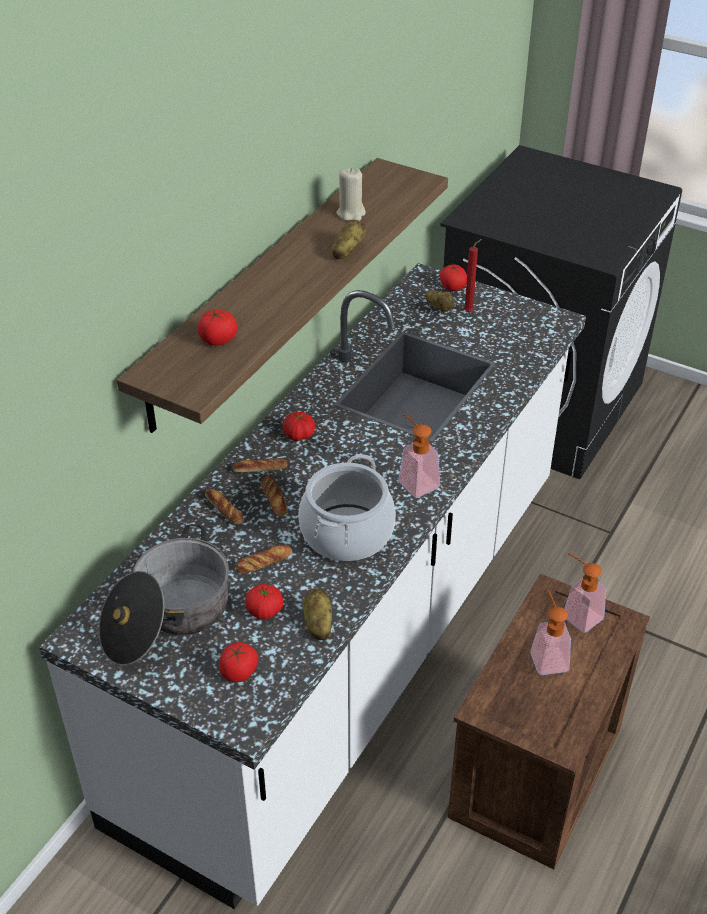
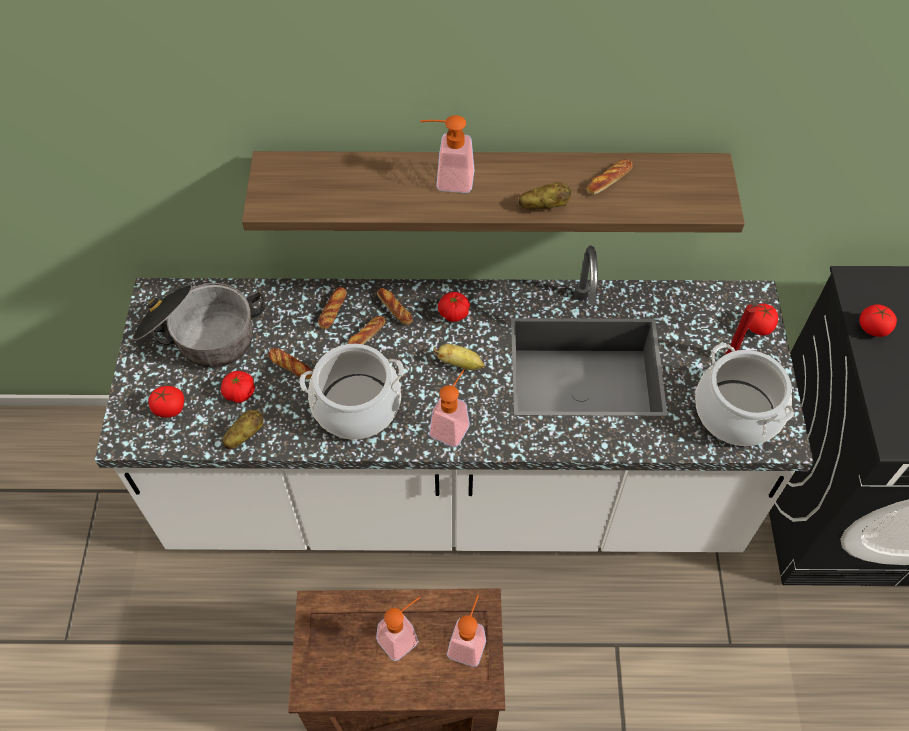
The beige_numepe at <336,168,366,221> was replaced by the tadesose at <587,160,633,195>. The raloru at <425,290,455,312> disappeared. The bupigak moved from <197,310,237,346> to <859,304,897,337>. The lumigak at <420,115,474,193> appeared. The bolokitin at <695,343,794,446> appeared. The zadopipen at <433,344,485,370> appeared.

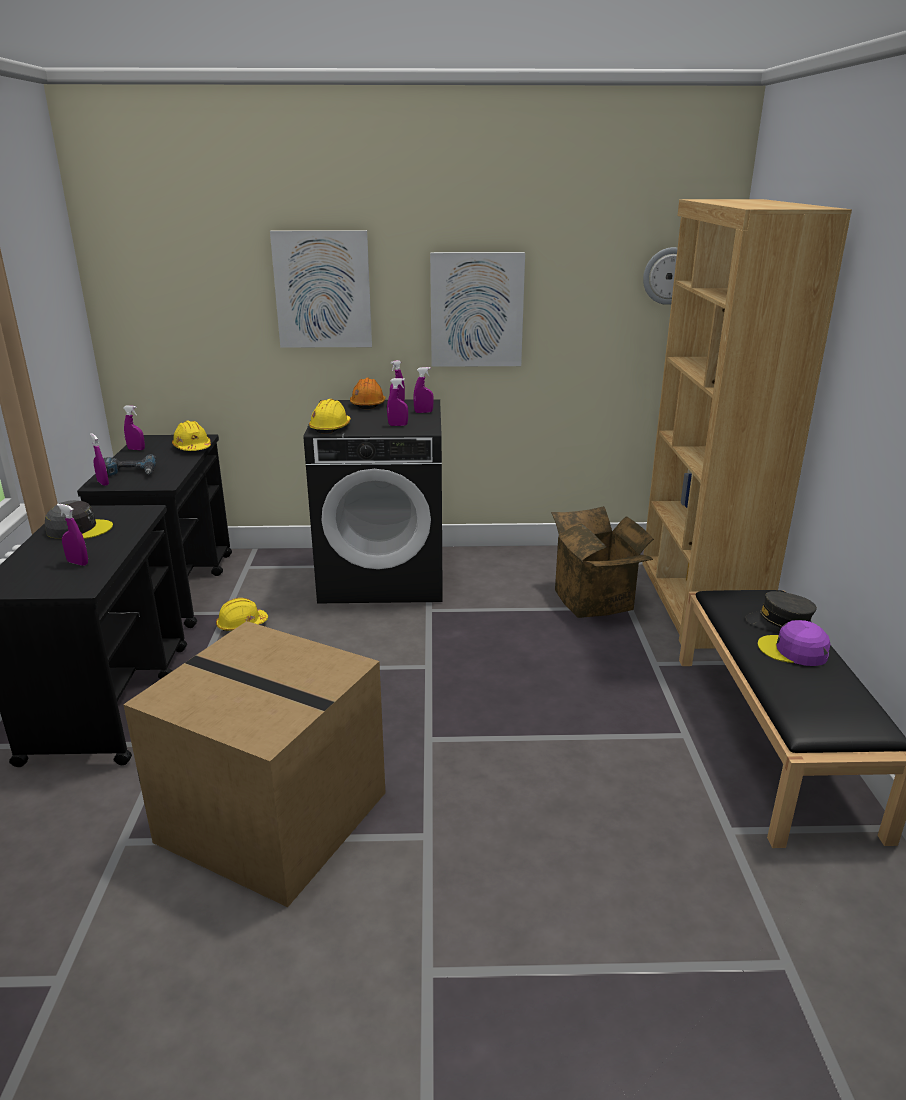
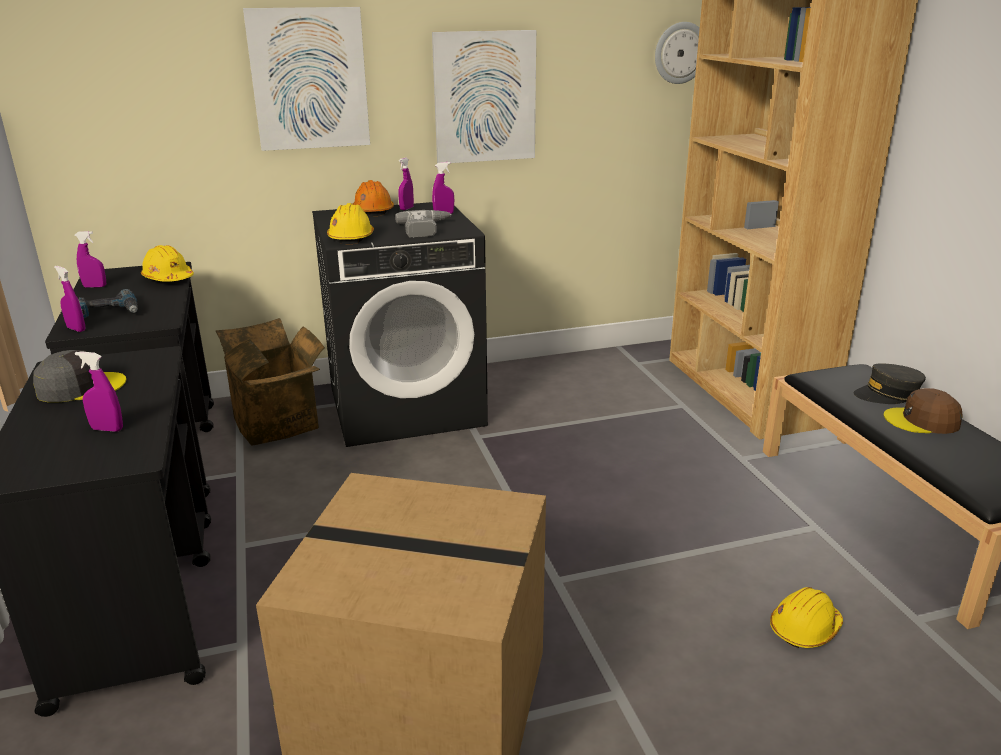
The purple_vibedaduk at <387,378,408,426> was replaced by the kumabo at <395,210,452,238>. The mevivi moved from <551,506,654,618> to <216,318,325,445>. The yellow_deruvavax moved from <216,598,268,631> to <770,587,843,648>. The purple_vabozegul at <758,620,830,666> became the brown_vabozegul at <884,388,963,434>.

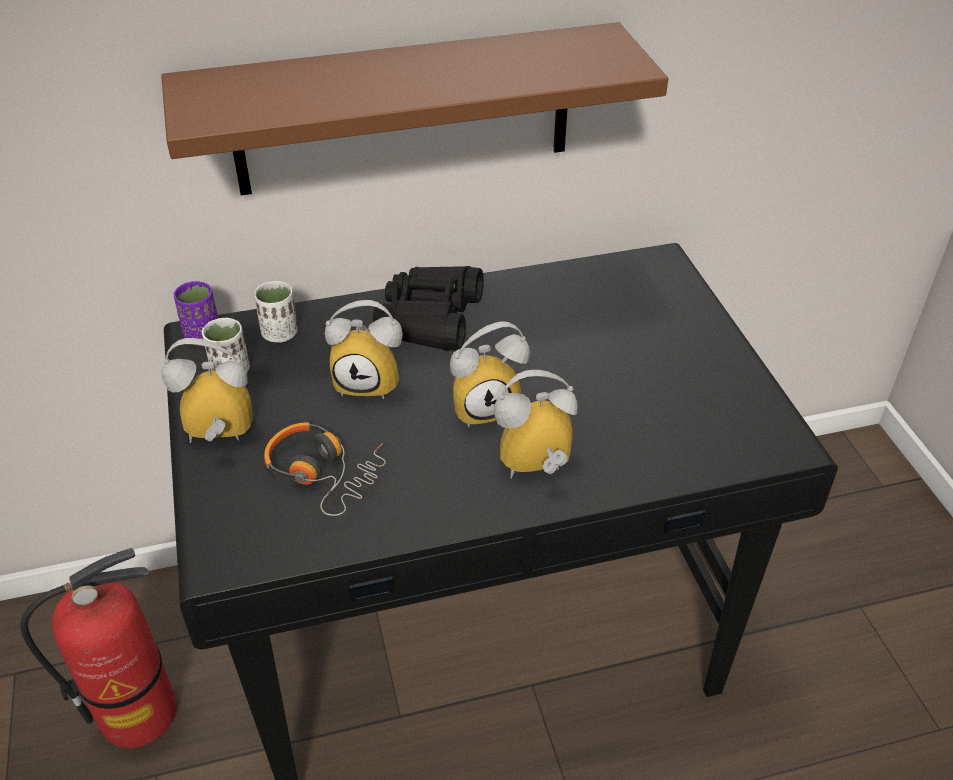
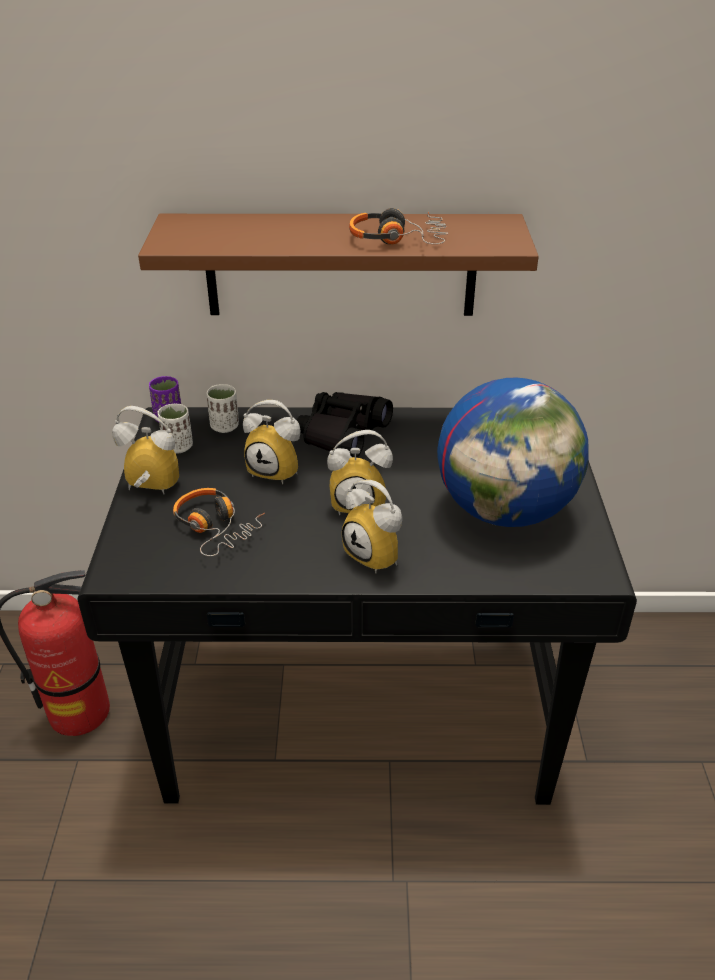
The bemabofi at <494,370,578,479> turned 135 degrees counterclockwise. The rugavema at <349,208,448,245> appeared. The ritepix at <437,377,589,527> appeared.

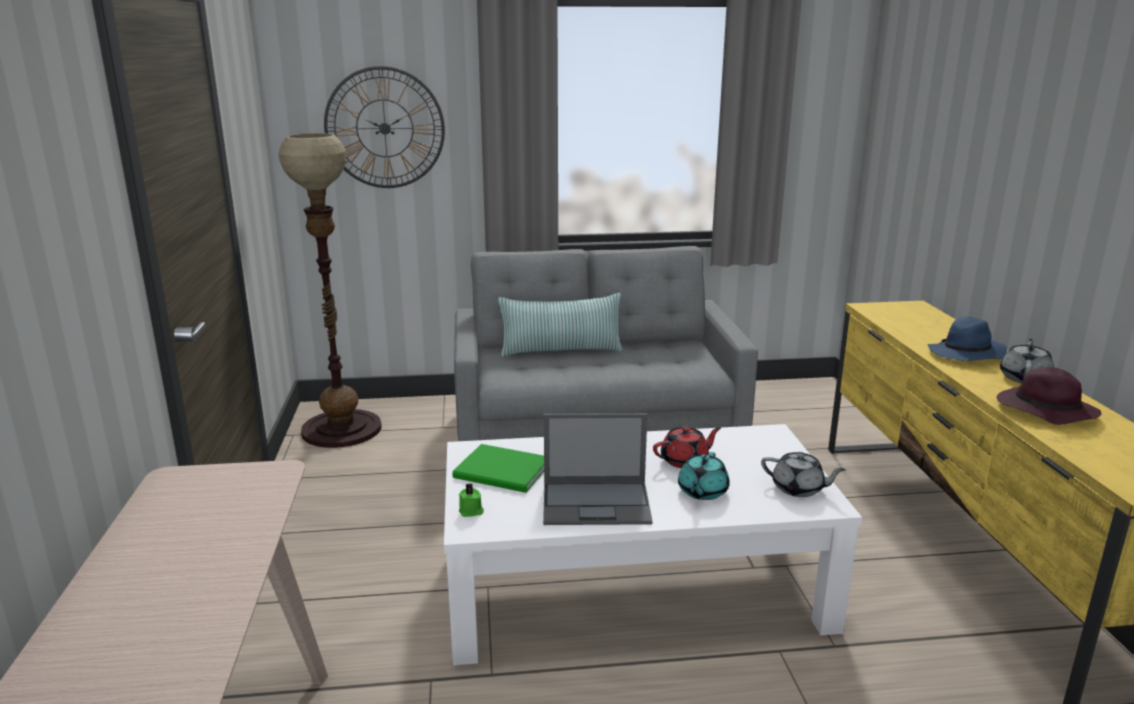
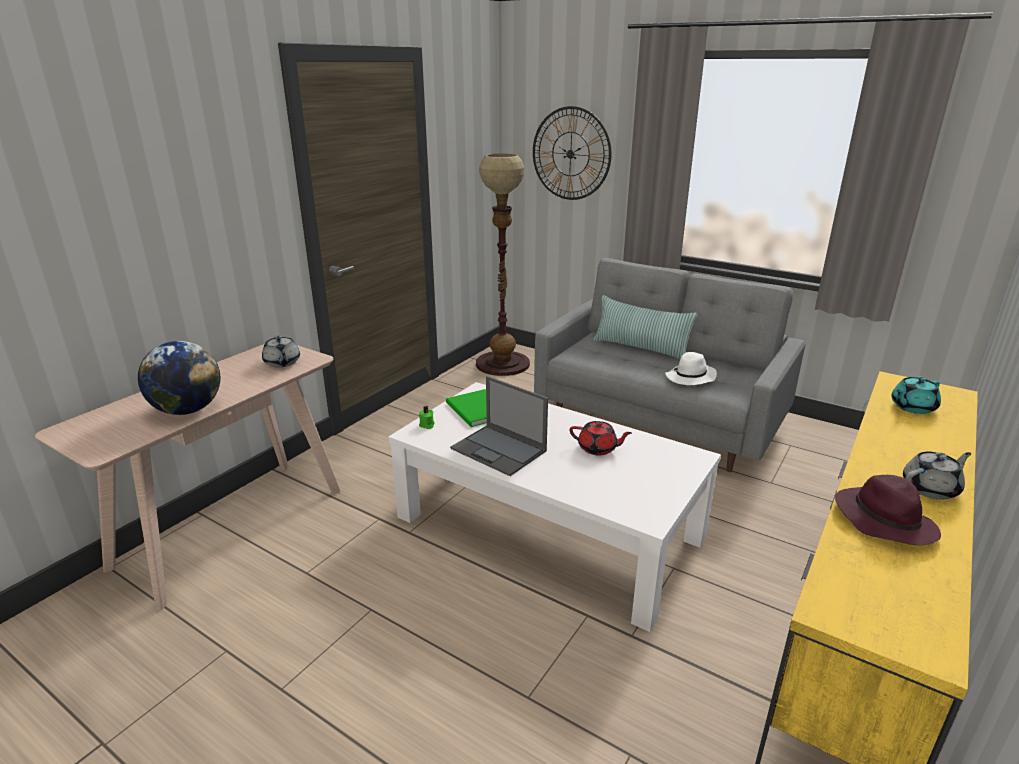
The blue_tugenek at <928,317,1007,361> disappeared. The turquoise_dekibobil moved from <678,452,730,500> to <891,376,941,414>. The grey_dekibobil moved from <761,452,846,497> to <262,336,300,367>. The ritepix at <138,341,220,415> appeared. The white_tugenek at <665,352,717,385> appeared.

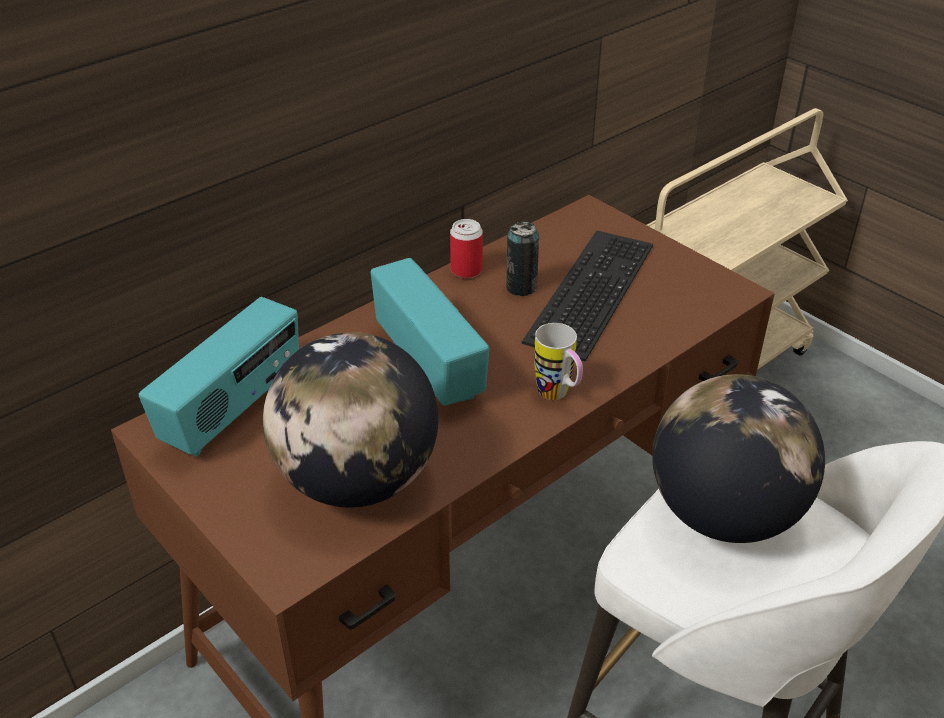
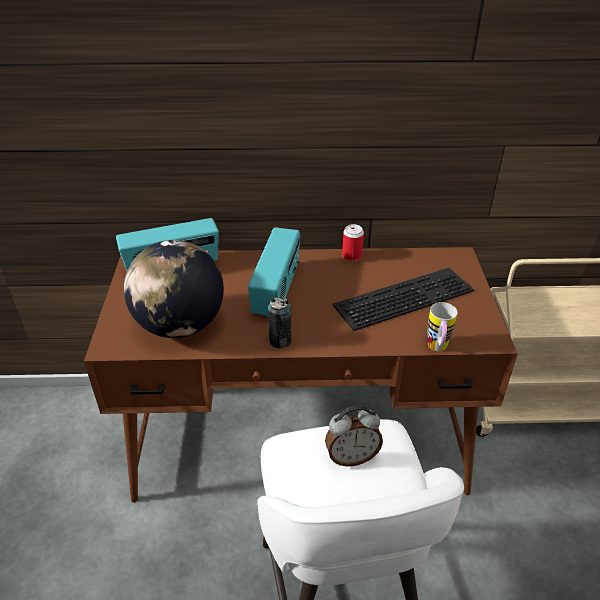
The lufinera moved from <506,222,540,296> to <268,297,292,349>. The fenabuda moved from <534,323,583,400> to <427,302,458,351>. The ritepix at <652,374,825,543> was replaced by the bemabofi at <325,406,383,467>.

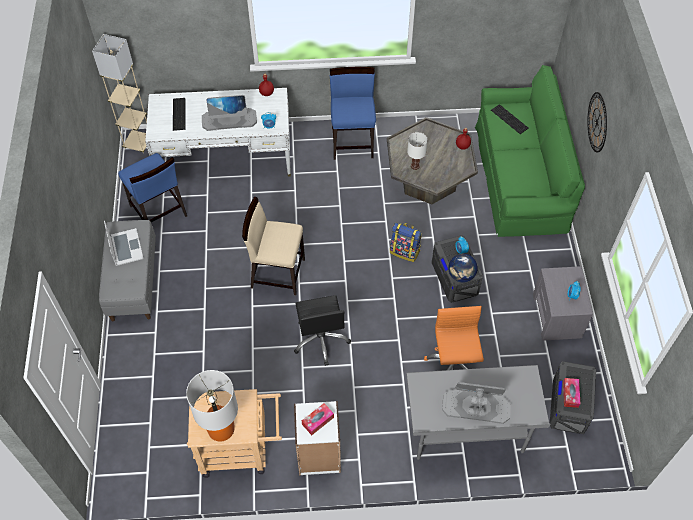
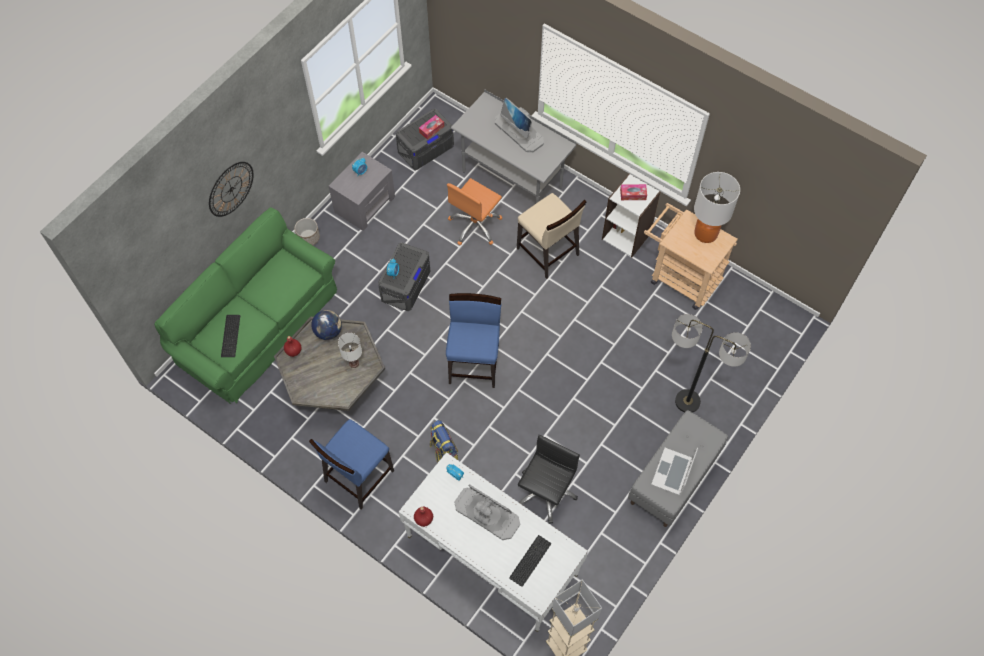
The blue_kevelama moved from <118,153,187,222> to <446,293,501,388>. The beige_kevelama moved from <242,197,305,295> to <517,193,587,279>. The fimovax moved from <390,223,422,262> to <430,420,458,463>. The ritepix moved from <448,254,478,283> to <311,310,342,340>. The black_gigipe moved from <294,295,351,366> to <518,435,580,524>. The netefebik at <294,218,320,245> appeared. The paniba at <672,314,751,413> appeared.

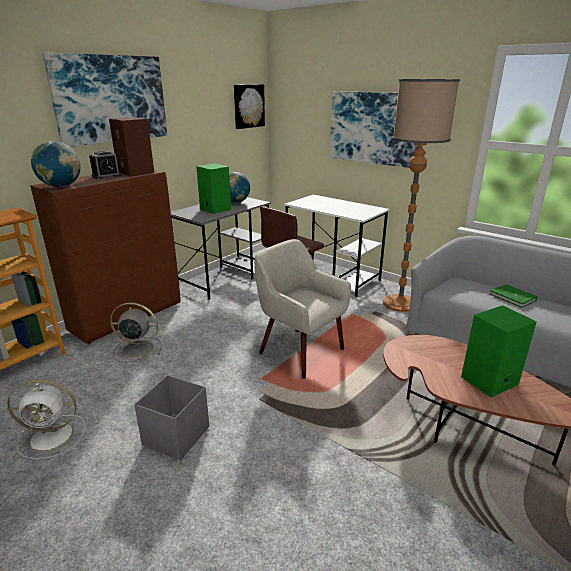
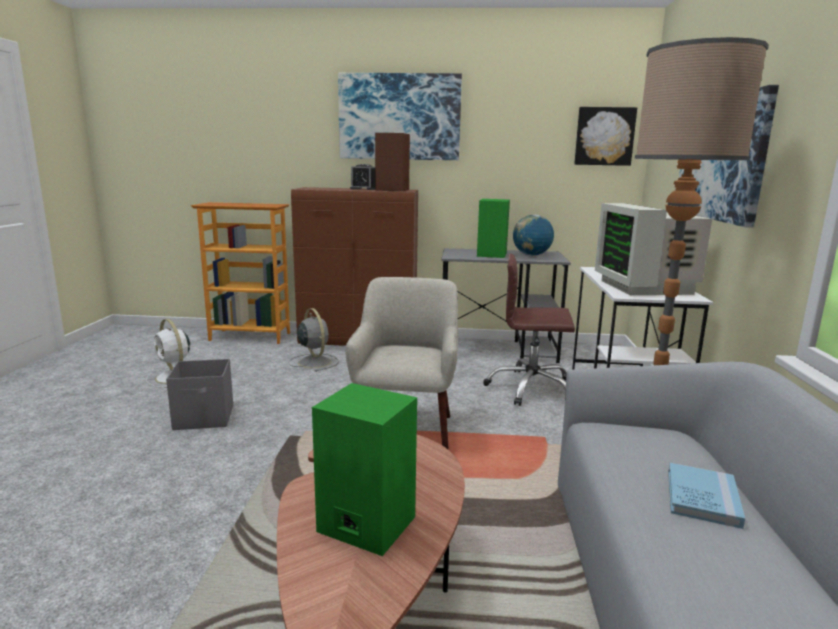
The ritepix at <31,141,81,187> disappeared. The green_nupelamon at <490,284,538,308> became the blue_nupelamon at <668,463,745,529>. The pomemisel at <595,203,712,295> appeared.

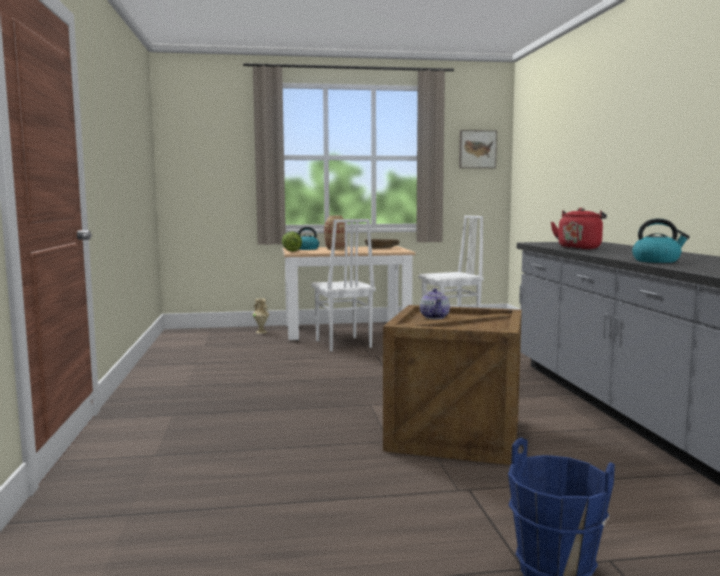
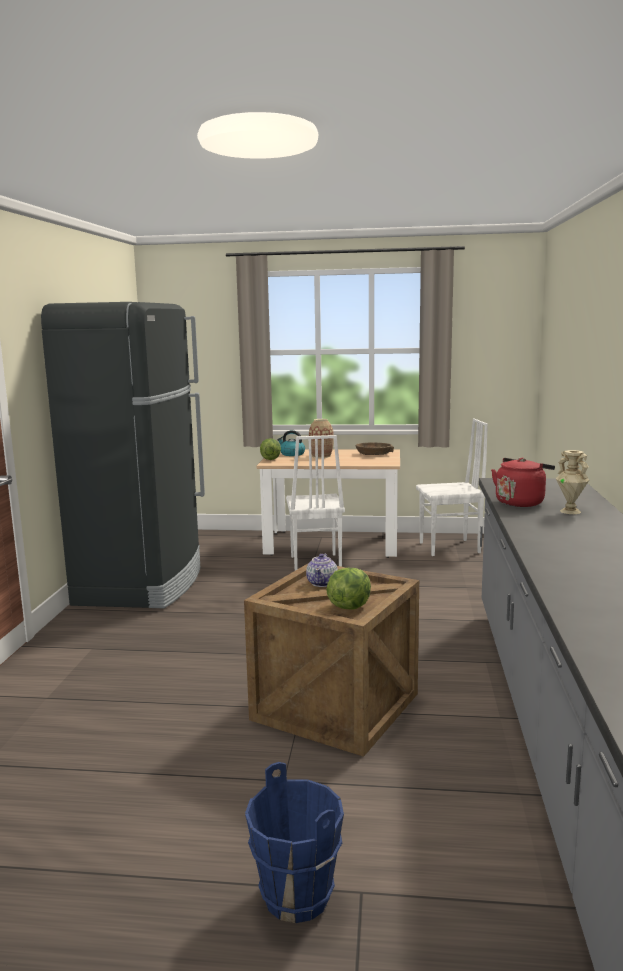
The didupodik at <459,130,497,168> disappeared. The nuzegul at <632,219,690,263> disappeared. The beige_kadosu moved from <252,299,270,333> to <556,450,589,514>. The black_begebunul at <41,302,205,608> appeared. The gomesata at <326,568,371,610> appeared.

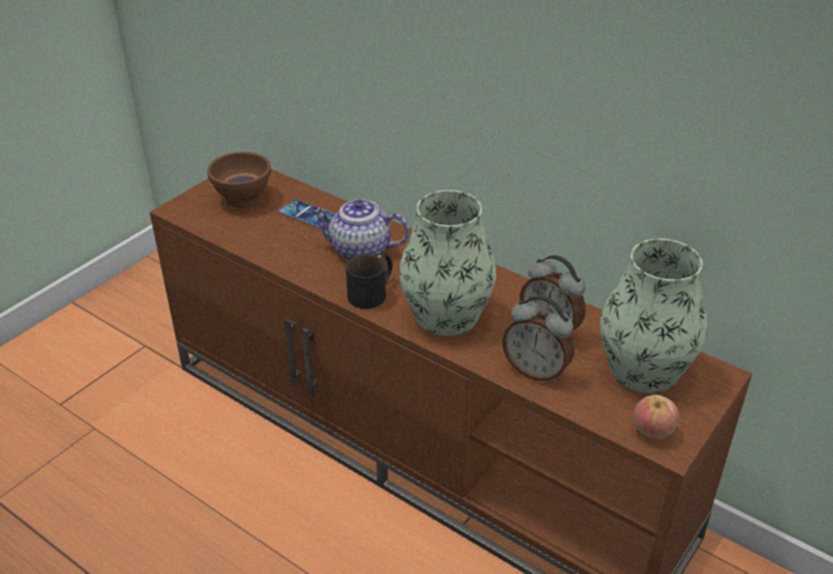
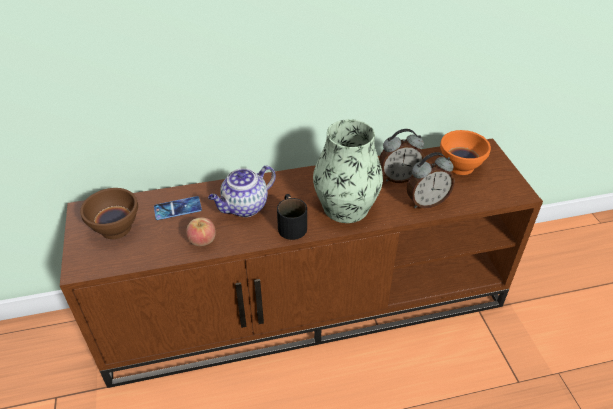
The kadosu at <600,238,707,393> was replaced by the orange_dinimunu at <440,130,491,175>. The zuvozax moved from <633,395,679,440> to <186,218,216,246>.

